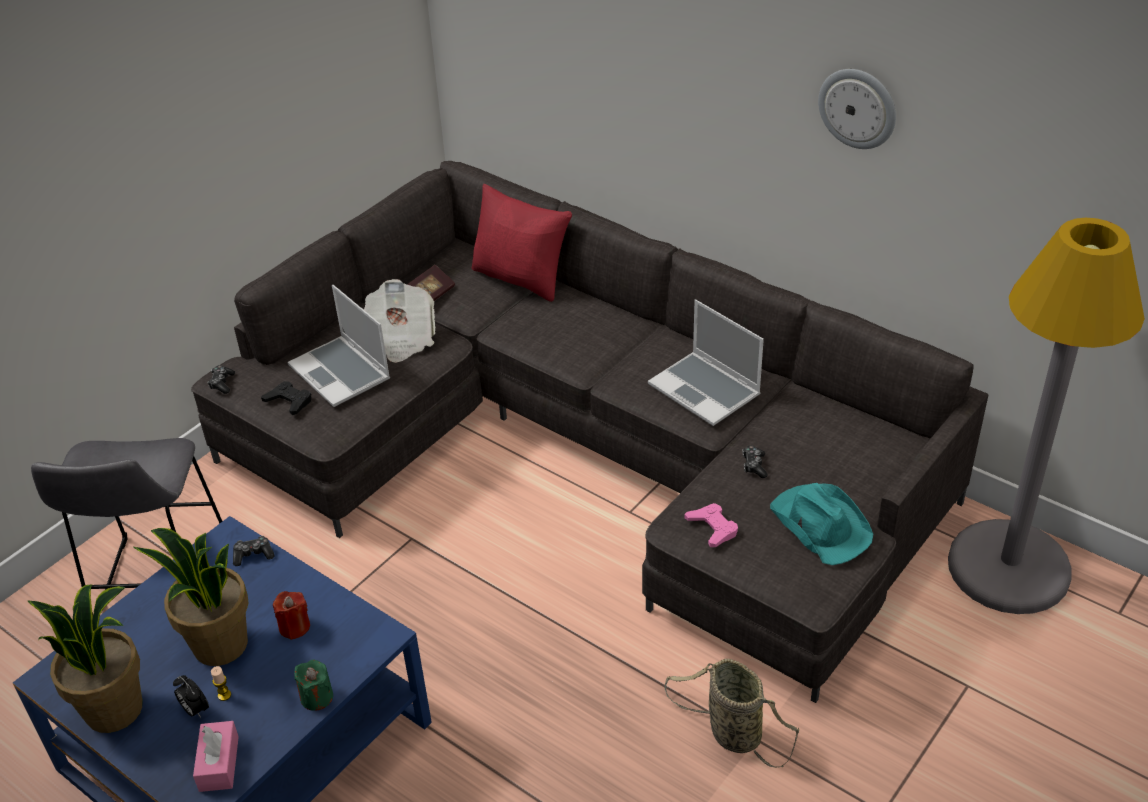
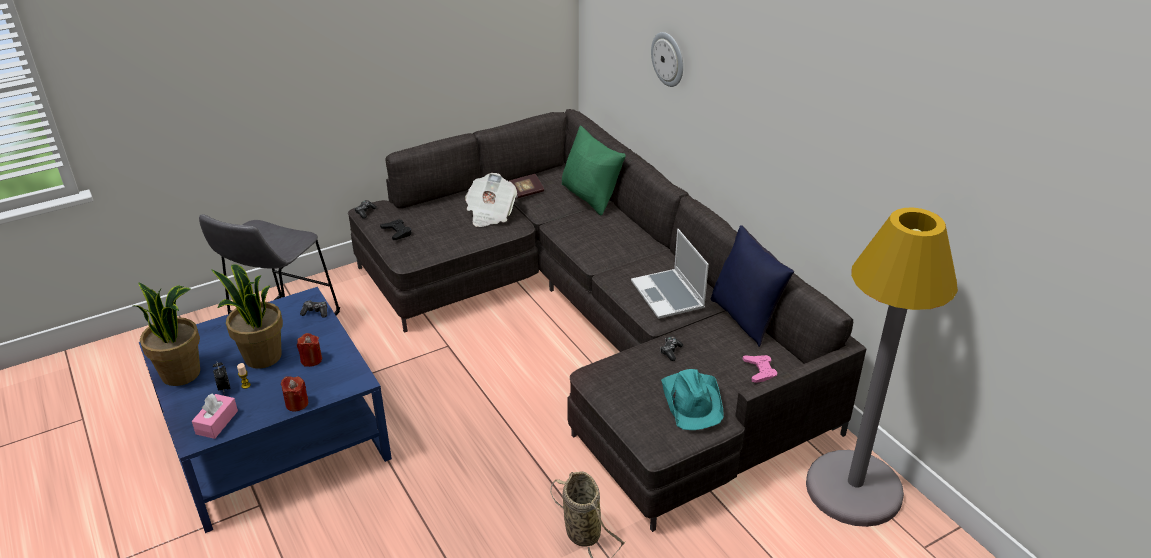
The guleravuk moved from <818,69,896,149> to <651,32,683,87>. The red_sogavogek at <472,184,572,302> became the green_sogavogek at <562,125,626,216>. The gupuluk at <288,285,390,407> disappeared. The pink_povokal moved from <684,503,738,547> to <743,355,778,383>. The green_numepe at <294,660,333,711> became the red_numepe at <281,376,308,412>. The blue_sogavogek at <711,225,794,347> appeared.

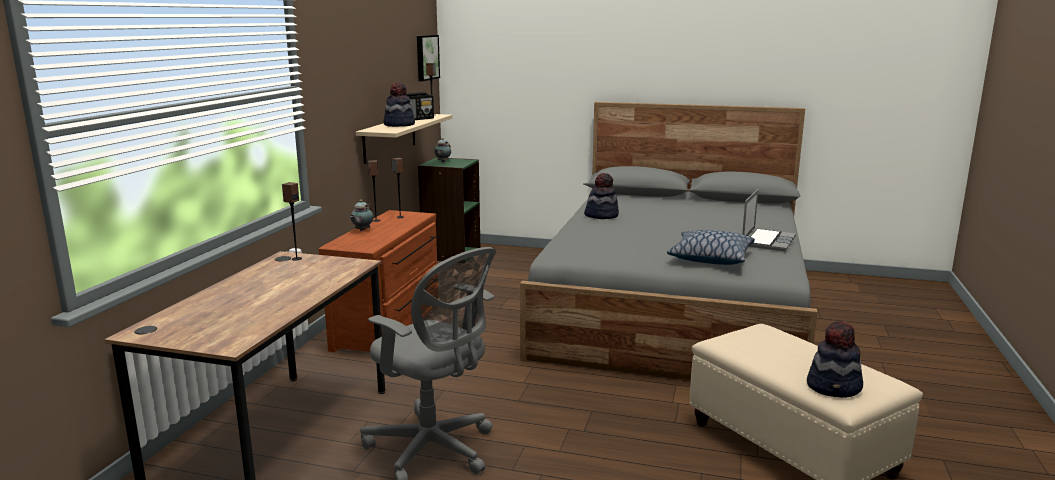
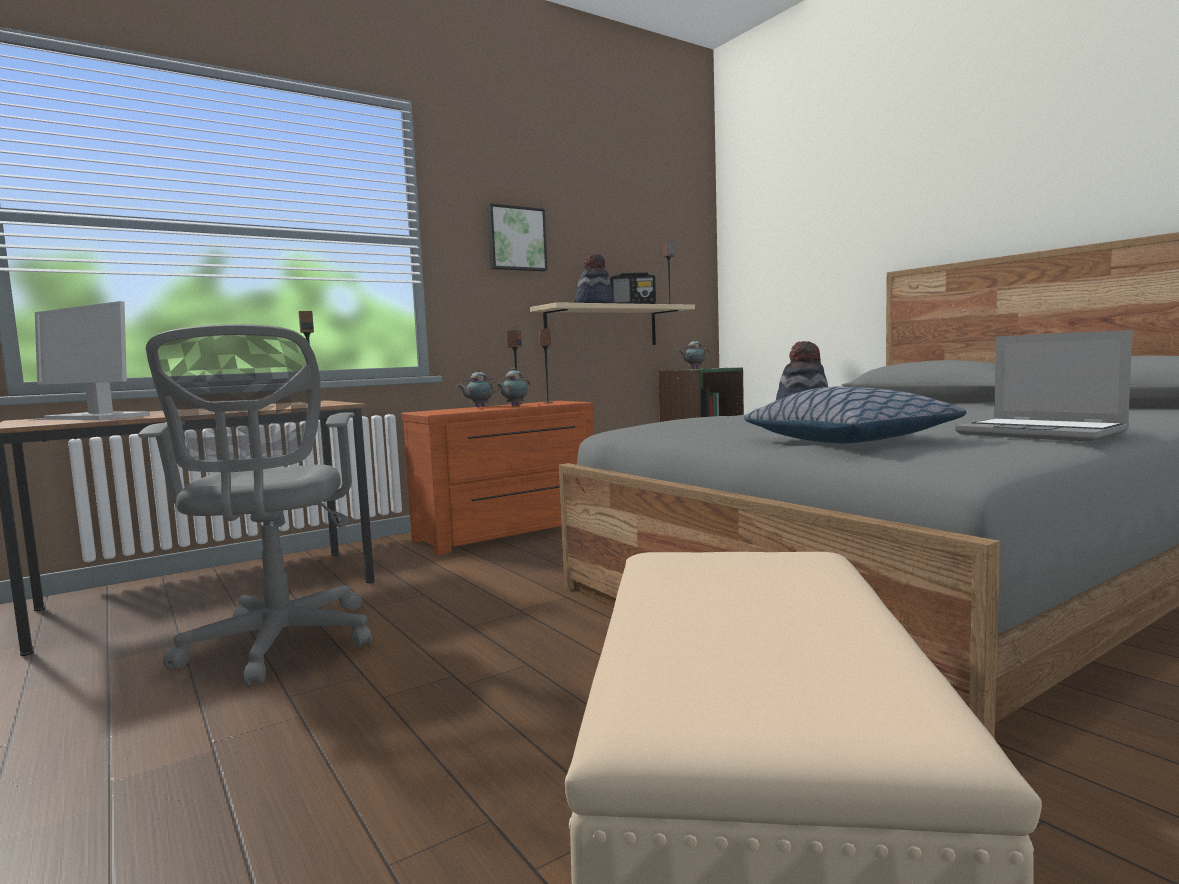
The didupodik moved from <417,35,440,81> to <487,204,548,271>. The gupuluk at <742,189,796,251> turned 75 degrees clockwise. The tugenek at <807,321,863,398> disappeared. The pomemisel at <35,301,150,420> appeared. The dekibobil at <496,368,530,406> appeared.

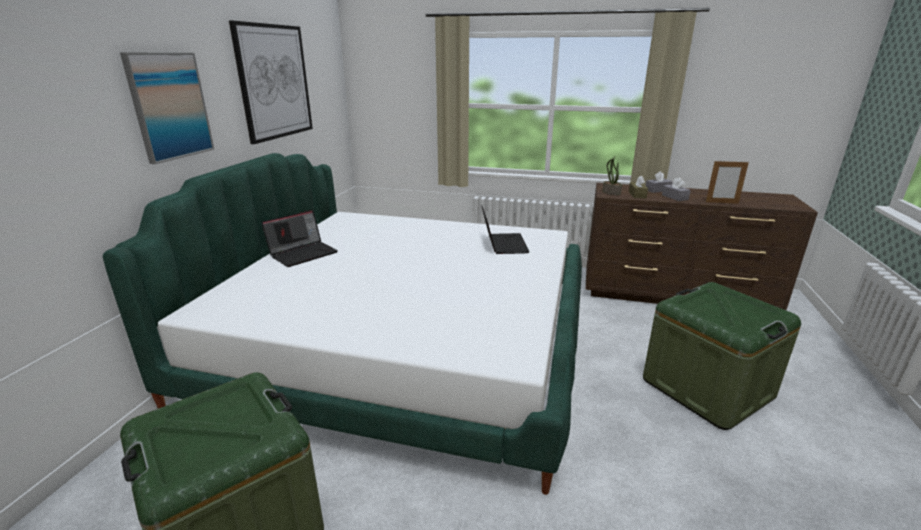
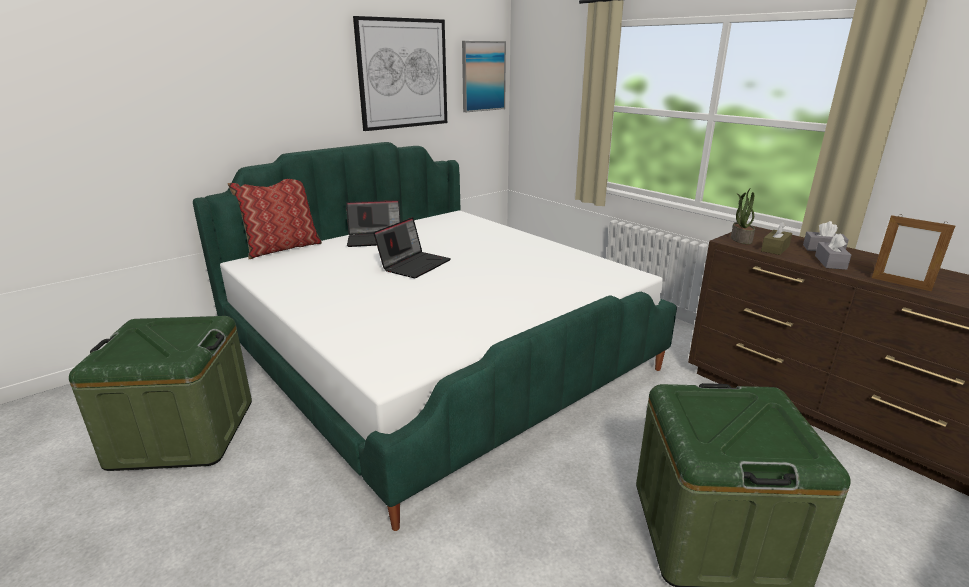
The didupodik moved from <120,52,215,164> to <462,41,506,112>. The gupuluk moved from <481,205,529,254> to <374,217,451,278>. The sogavogek at <227,179,322,259> appeared.

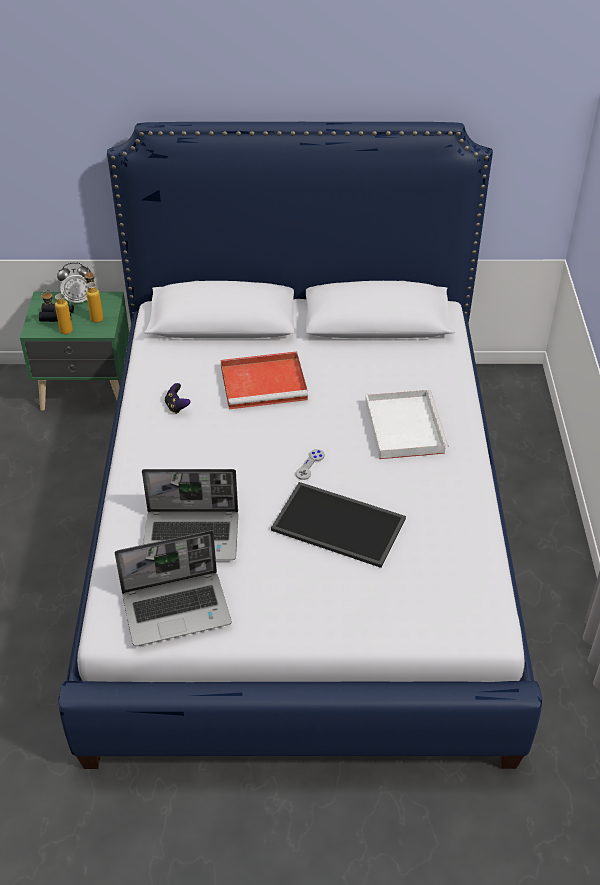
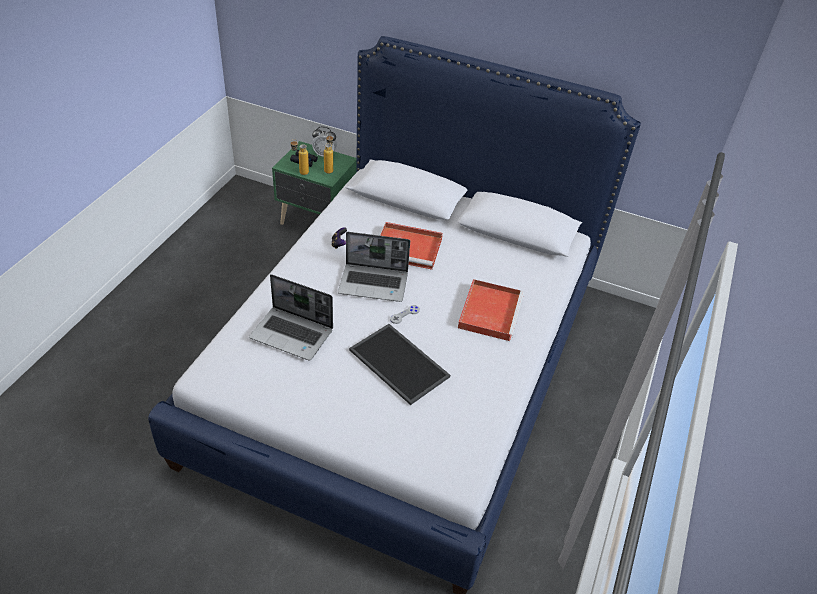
The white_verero at <365,390,449,459> became the red_verero at <458,279,524,341>. The gupuluk moved from <115,530,232,646> to <338,232,410,302>.

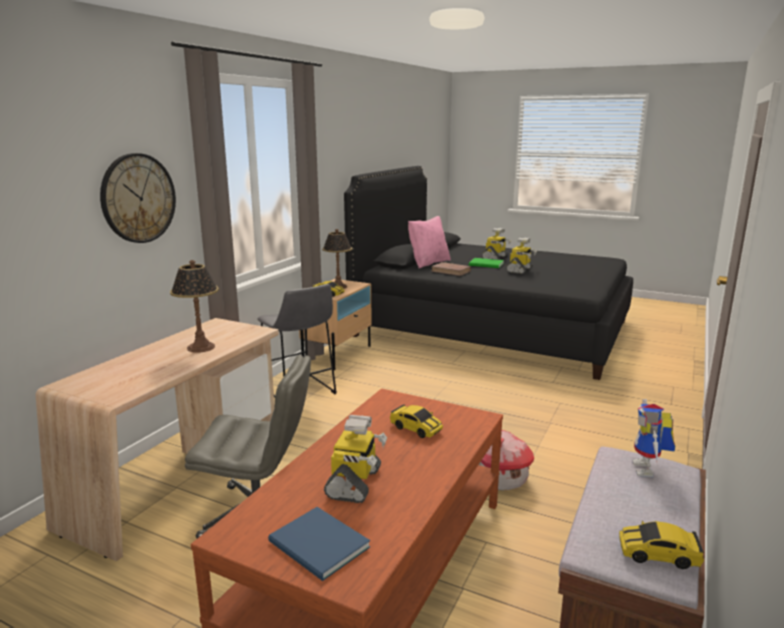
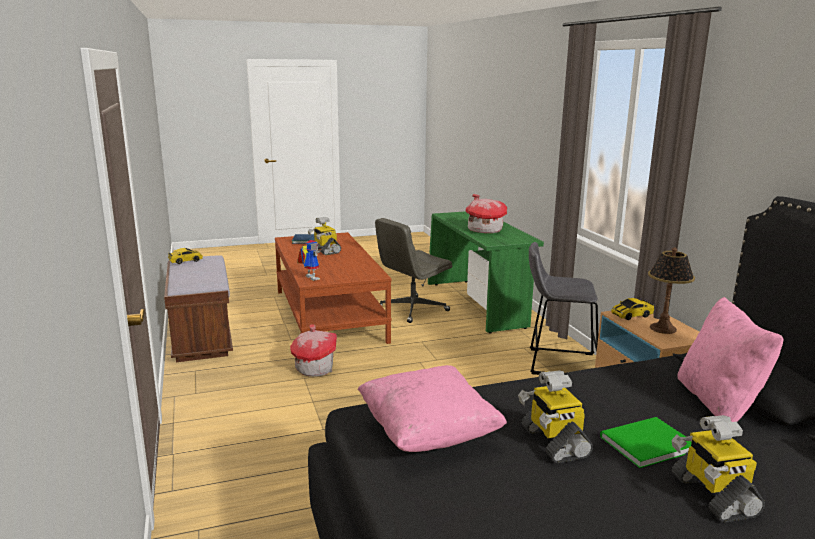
The guleravuk at <100,153,176,243> disappeared. The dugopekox at <170,260,219,353> was replaced by the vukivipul at <466,194,507,233>. The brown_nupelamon at <431,262,471,276> disappeared. The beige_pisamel at <36,318,279,561> became the green_pisamel at <428,211,544,334>. The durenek moved from <632,399,675,477> to <297,240,321,281>. The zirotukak at <390,404,443,438> disappeared. The pink_sogavogek at <357,365,507,452> appeared.

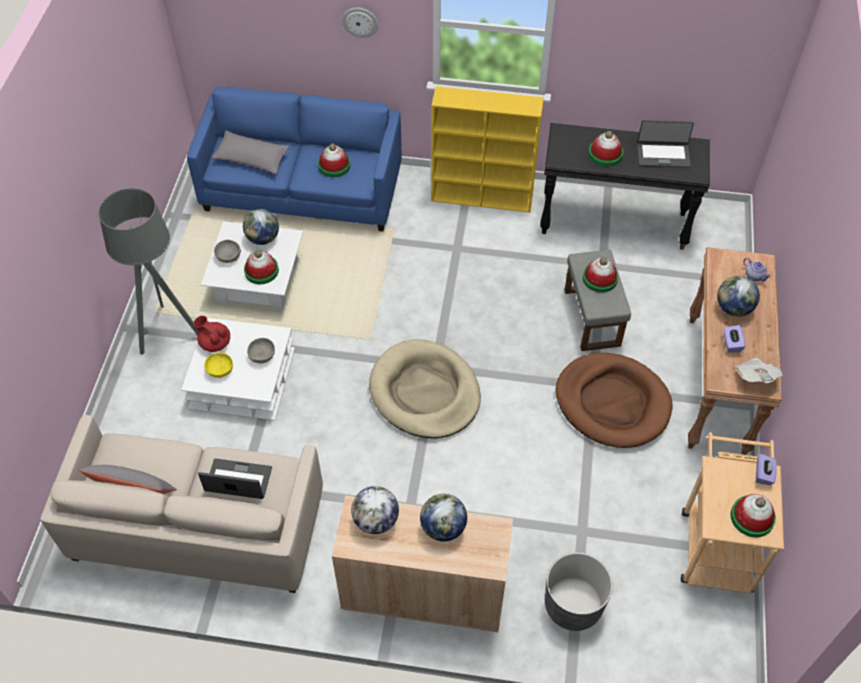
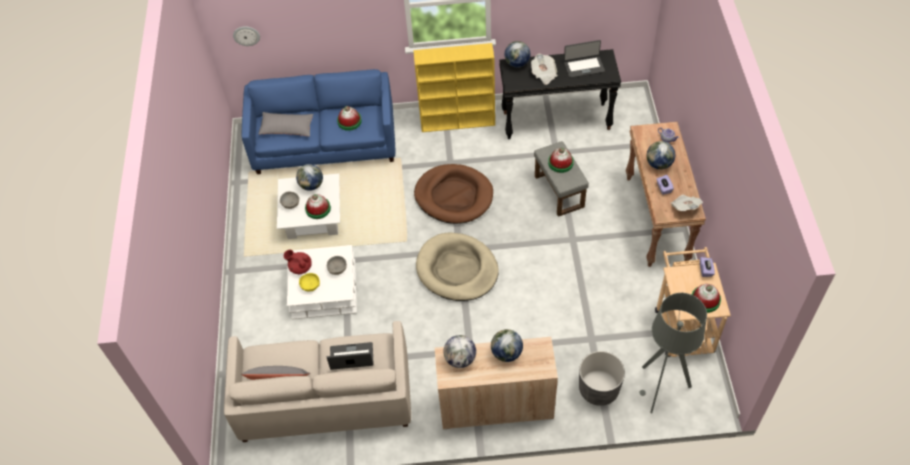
The guleravuk moved from <342,8,378,38> to <233,26,260,46>. The tugenek at <589,131,623,167> was replaced by the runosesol at <531,53,558,85>. The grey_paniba moved from <98,188,199,355> to <639,293,707,413>. The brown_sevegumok moved from <556,353,672,448> to <414,164,493,224>. The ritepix at <505,41,530,68> appeared.

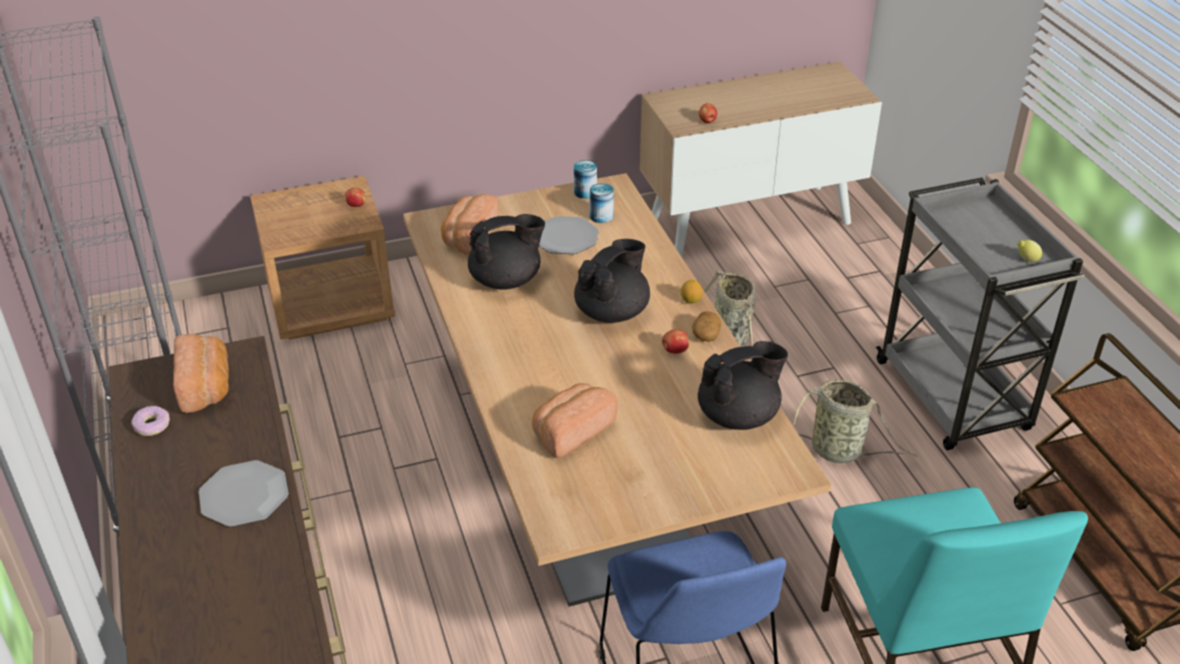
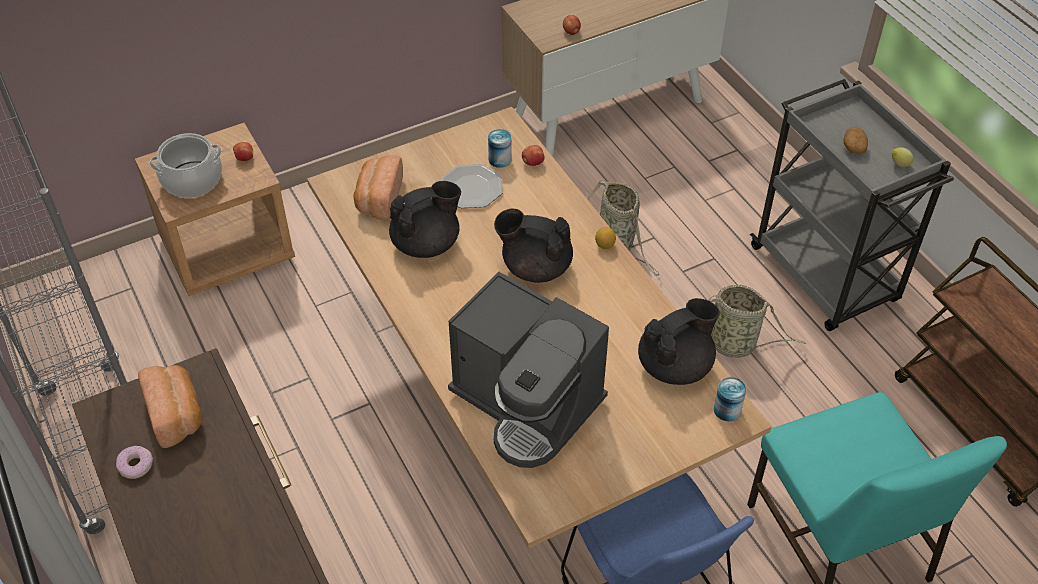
The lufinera moved from <574,160,597,199> to <714,377,746,421>. The black_dekibobil at <574,239,650,323> turned 105 degrees counterclockwise. The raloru moved from <692,311,721,342> to <843,127,868,154>. The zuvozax moved from <662,329,689,354> to <522,145,545,166>. The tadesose at <532,383,617,458> was replaced by the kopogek at <448,272,609,468>. The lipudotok at <199,460,289,527> disappeared. The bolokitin at <149,133,222,198> appeared.

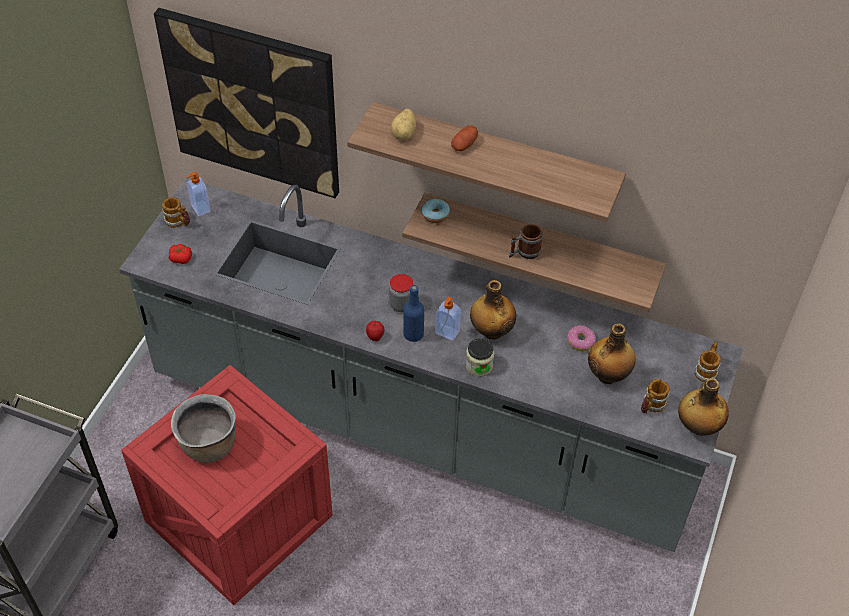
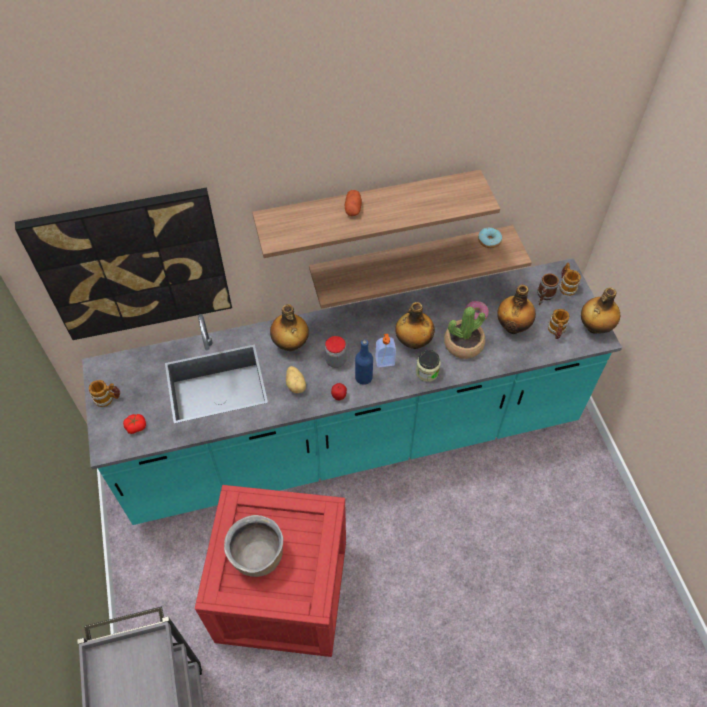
The raloru moved from <391,109,416,140> to <286,366,306,393>. The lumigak at <187,172,211,216> disappeared. The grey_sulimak at <119,178,743,552> became the turquoise_sulimak at <82,258,622,525>. The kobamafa moved from <422,199,450,223> to <478,227,502,248>. The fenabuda moved from <509,224,543,259> to <537,273,559,305>. The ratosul at <270,304,309,351> appeared. The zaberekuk at <444,306,485,359> appeared.

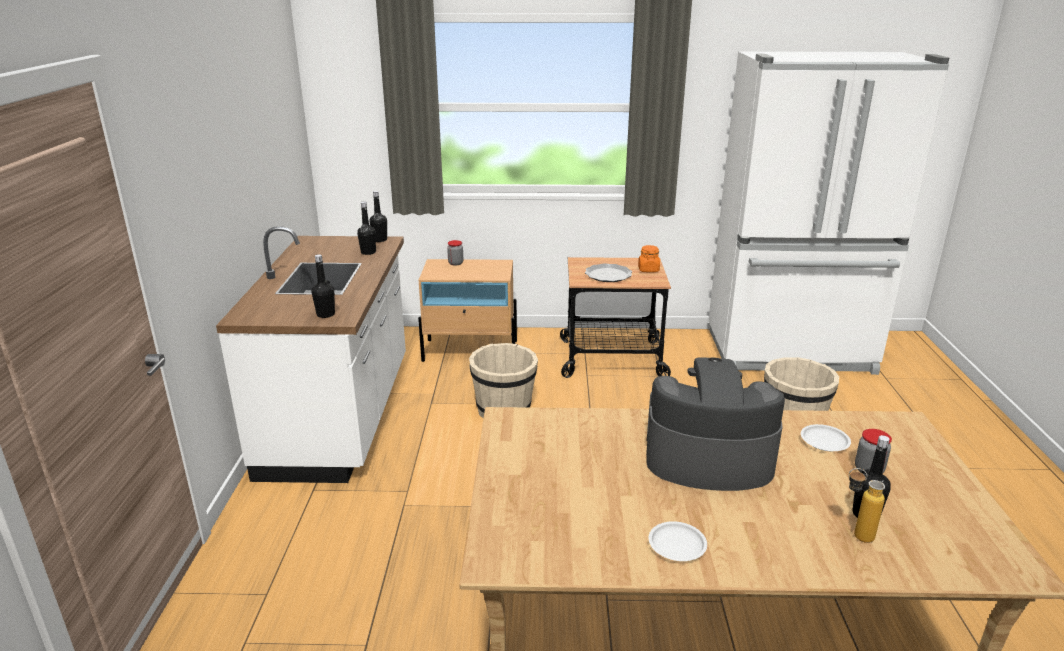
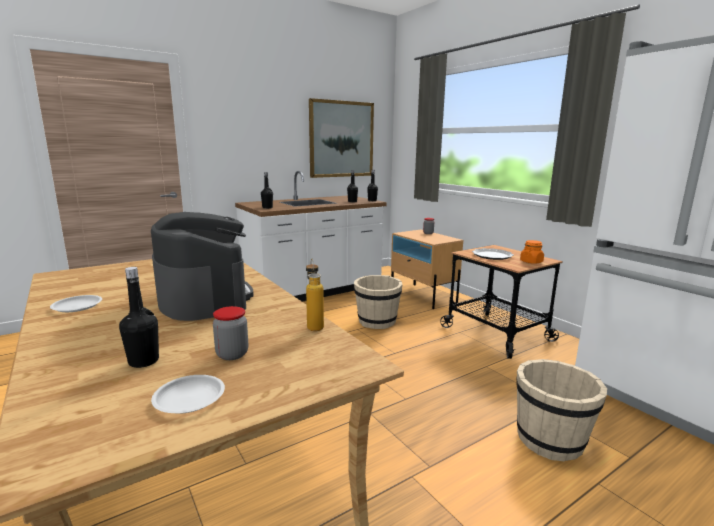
The white_lipudotok moved from <801,424,851,451> to <151,375,225,414>. The ratosul moved from <848,468,885,543> to <306,259,324,331>. The didupodik at <309,98,374,178> appeared.

